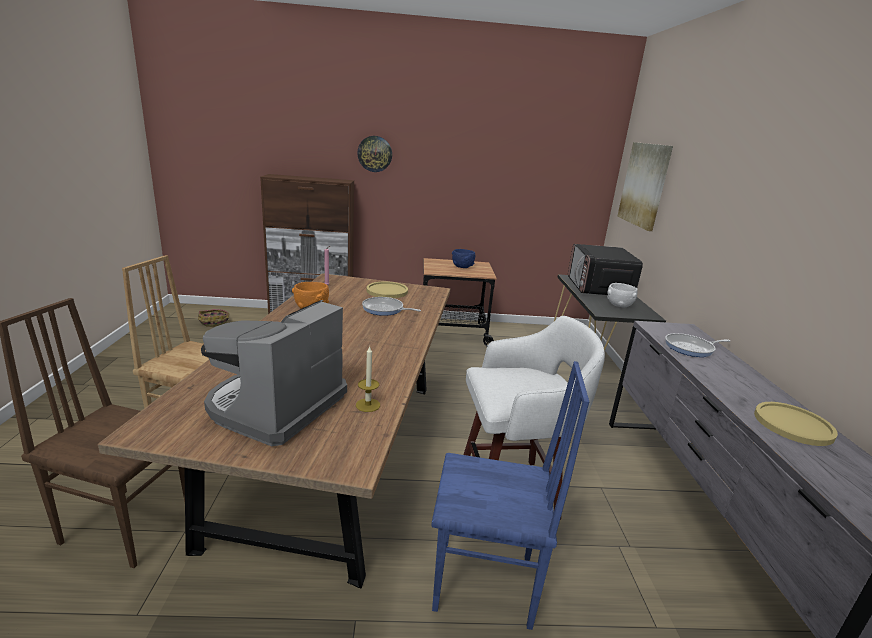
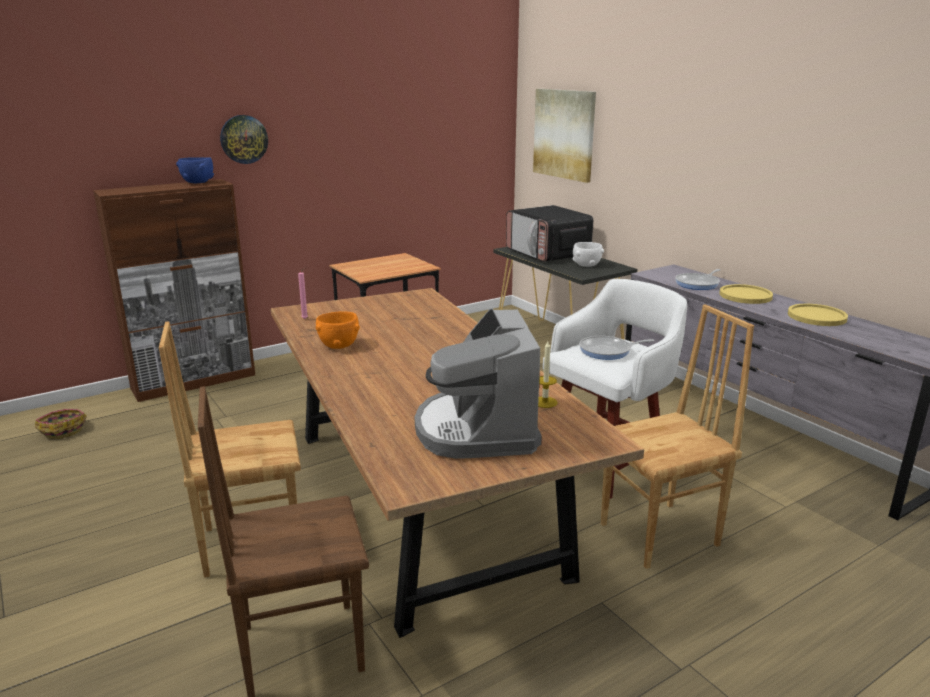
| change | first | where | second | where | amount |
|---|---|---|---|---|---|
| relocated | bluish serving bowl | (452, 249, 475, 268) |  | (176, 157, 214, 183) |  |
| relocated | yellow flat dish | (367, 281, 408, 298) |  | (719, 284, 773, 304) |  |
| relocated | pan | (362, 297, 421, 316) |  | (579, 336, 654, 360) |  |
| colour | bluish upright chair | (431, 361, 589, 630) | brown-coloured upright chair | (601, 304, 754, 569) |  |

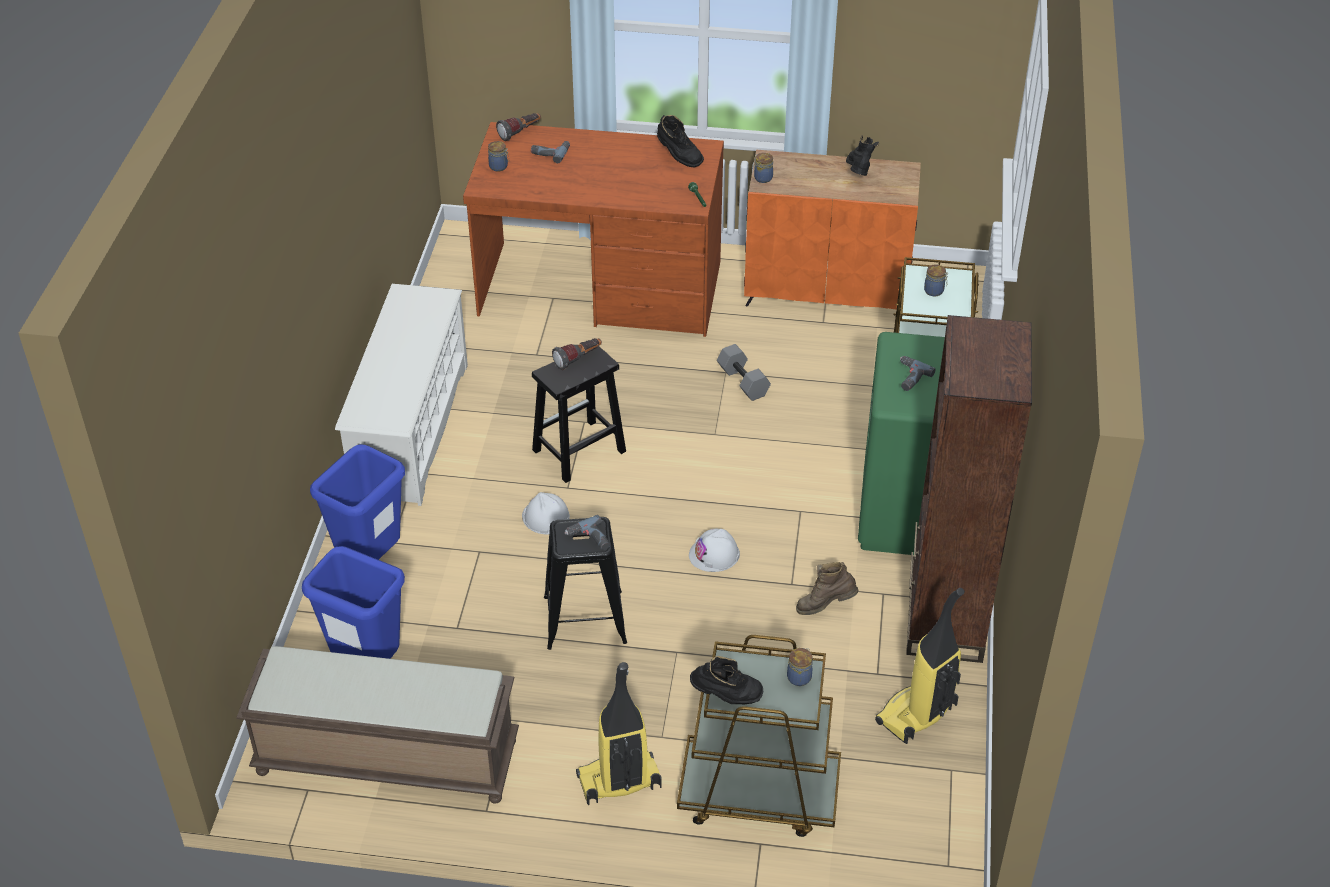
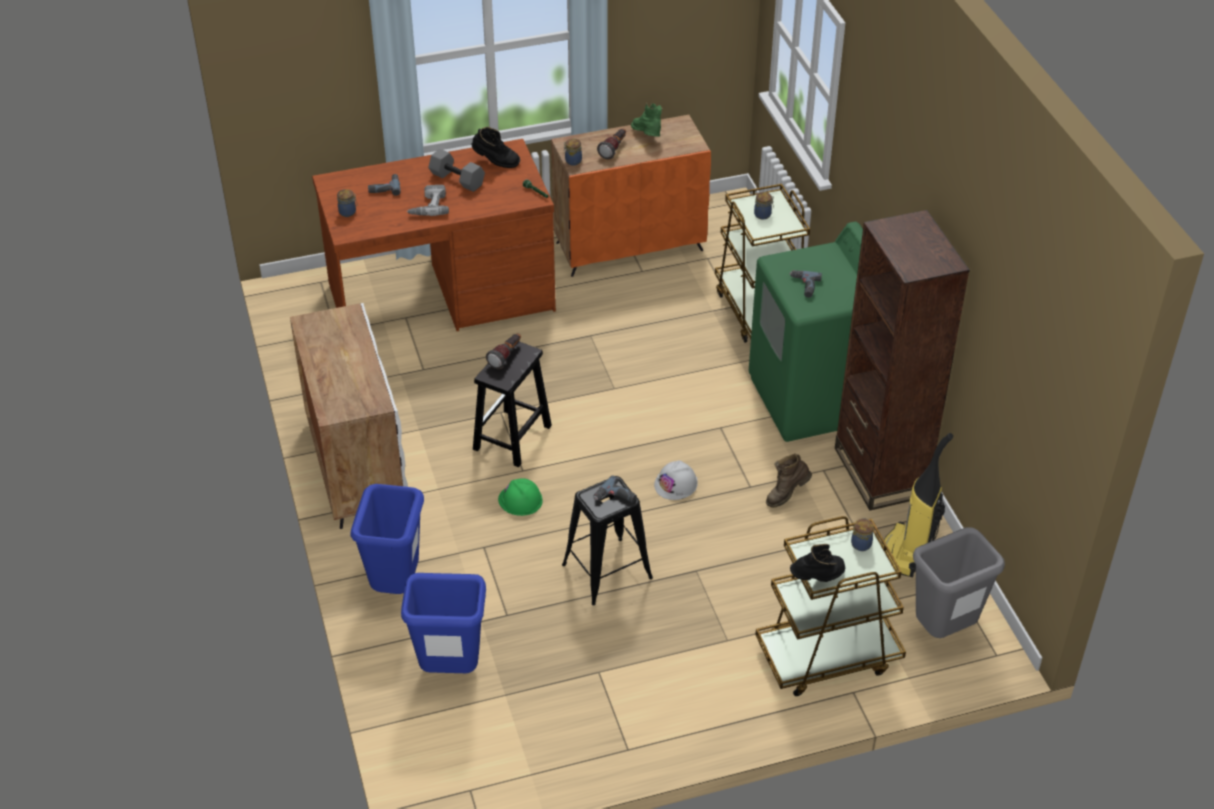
| change | first | where | second | where | amount |
|---|---|---|---|---|---|
| relocated | flashlight | (496, 113, 541, 141) |  | (597, 129, 626, 159) |  |
| colour | blackish tall boot | (846, 135, 879, 176) | greenish tall boot | (631, 103, 663, 137) |  |
| exchanged | white-coloured shoe rack | (335, 284, 468, 506) | white-coloured storage cabinet | (290, 303, 408, 529) |  |
| relocated | grey free weight | (717, 344, 771, 401) |  | (428, 149, 485, 192) |  |
| colour | white-coloured safety helmet | (522, 492, 570, 534) | greenish safety helmet | (498, 478, 543, 516) |  |
| missing | brown-coloured bench | (236, 646, 519, 804) |  |  |  |
| missing | vacuum | (576, 662, 661, 805) |  |  |  |
| appeared |  |  | drill | (407, 185, 449, 216) |  |
| appeared |  |  | grey rubbish bin | (913, 527, 1005, 638) |  |

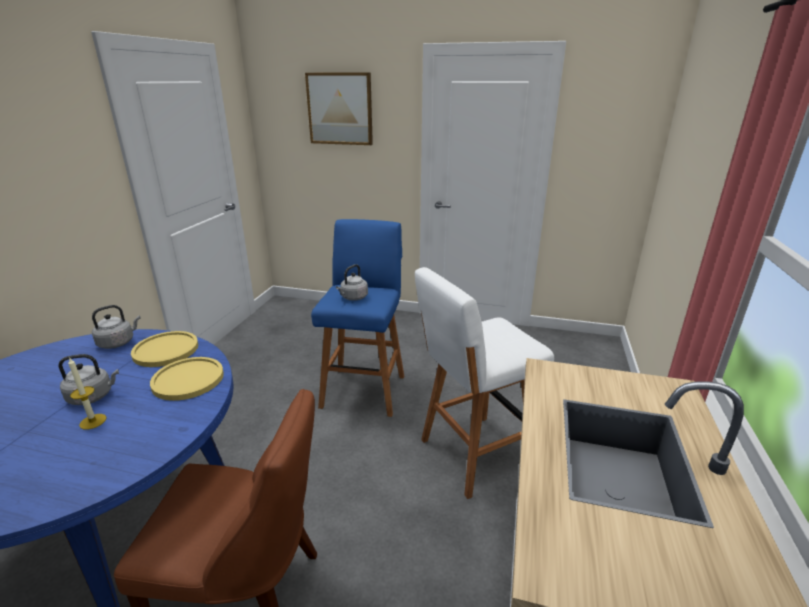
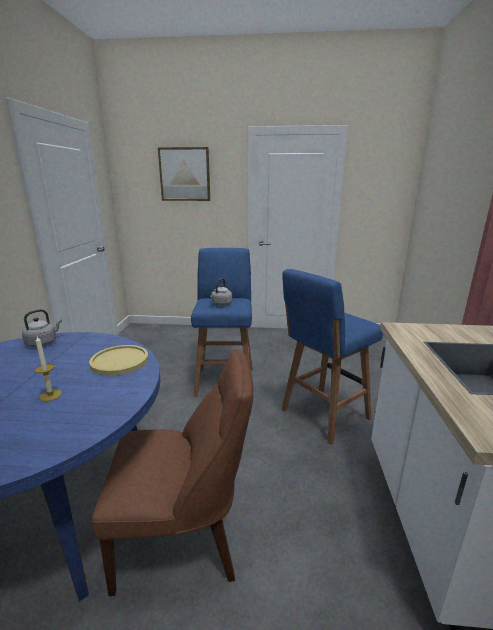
| change | first | where | second | where | amount |
|---|---|---|---|---|---|
| colour | white-coloured sitting stool | (415, 267, 554, 499) | bluish sitting stool | (281, 269, 383, 445) |  |
| missing | yellow flat dish | (131, 331, 198, 367) |  |  |  |
| missing | grey kettle | (58, 354, 119, 405) |  |  |  |

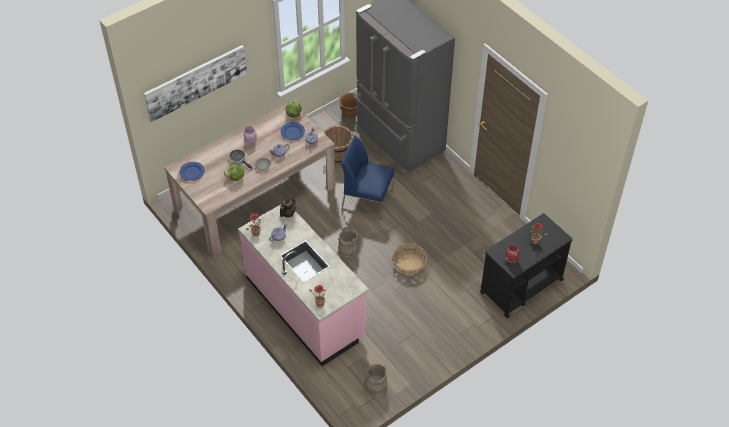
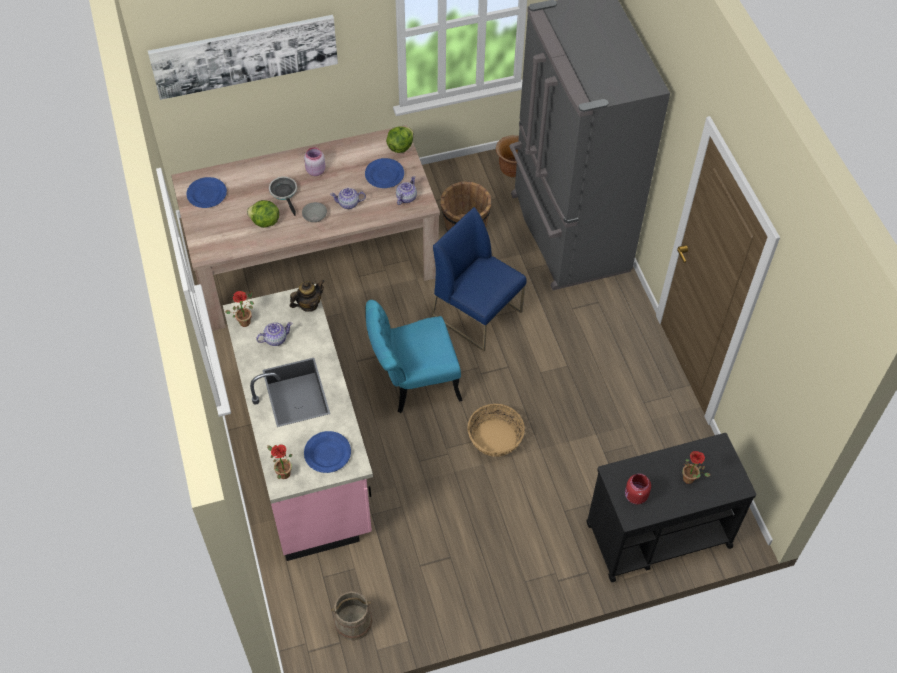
| change | first | where | second | where | amount |
|---|---|---|---|---|---|
| exchanged | beige bucket | (338, 227, 359, 258) | turquoise-coloured upright chair | (365, 300, 463, 413) |  |
| appeared |  |  | bluish flat dish | (304, 431, 351, 473) |  |

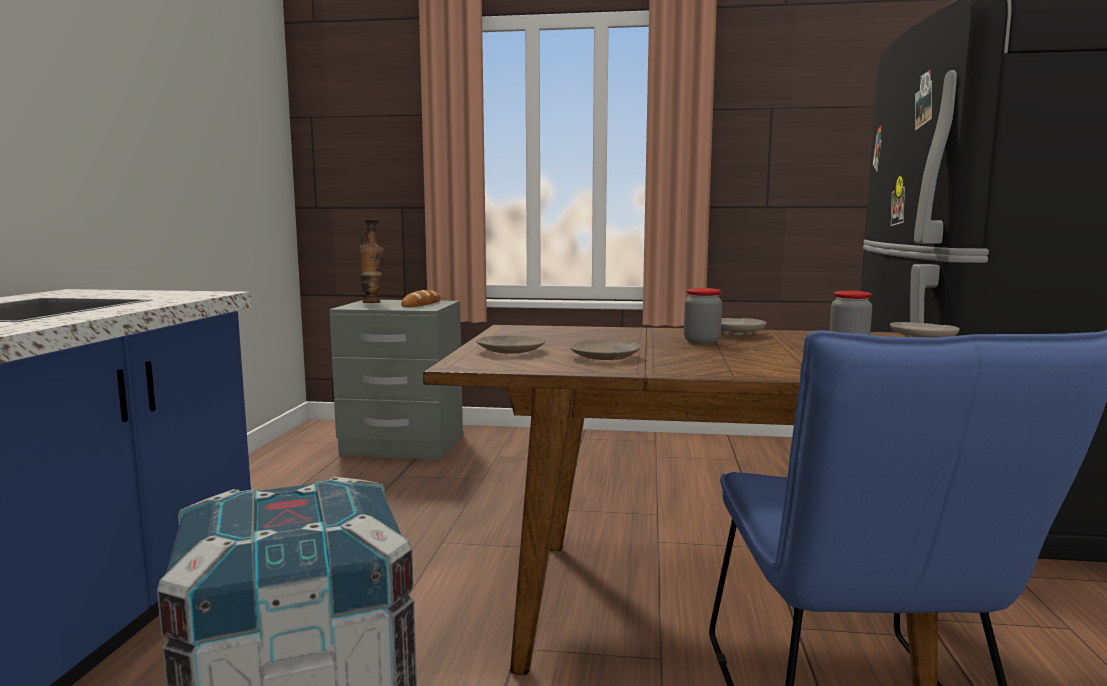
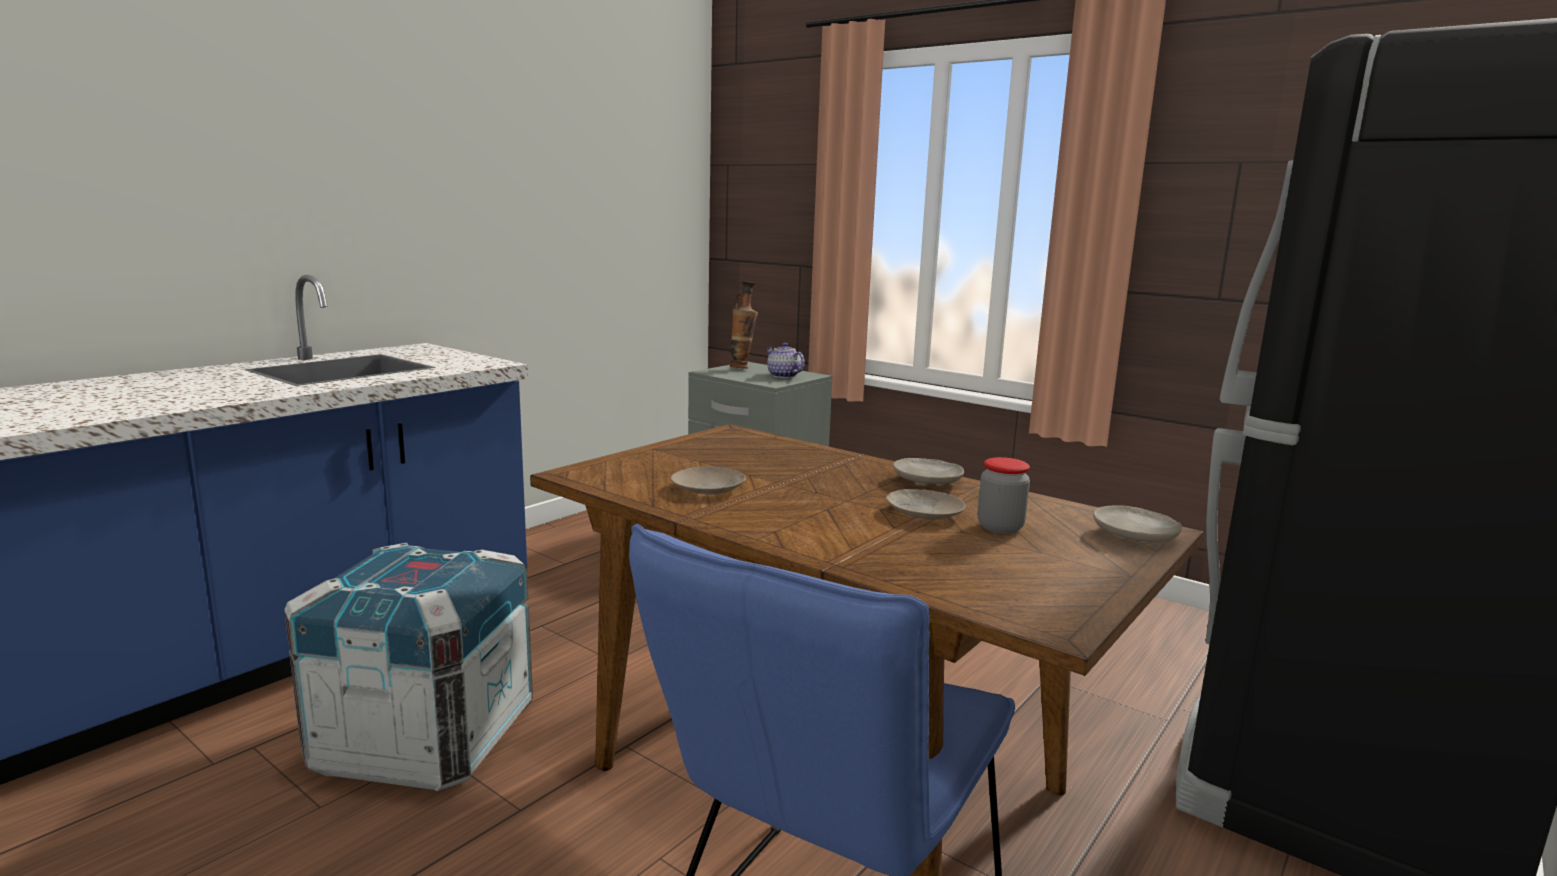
| change | first | where | second | where | amount |
|---|---|---|---|---|---|
| missing | preserve jar | (684, 288, 722, 344) |  |  |  |
| exchanged | baked bread | (401, 290, 441, 307) | teapot | (766, 343, 805, 378) |  |
| relocated | beige flat dish | (476, 336, 545, 354) |  | (886, 489, 966, 519) |  |

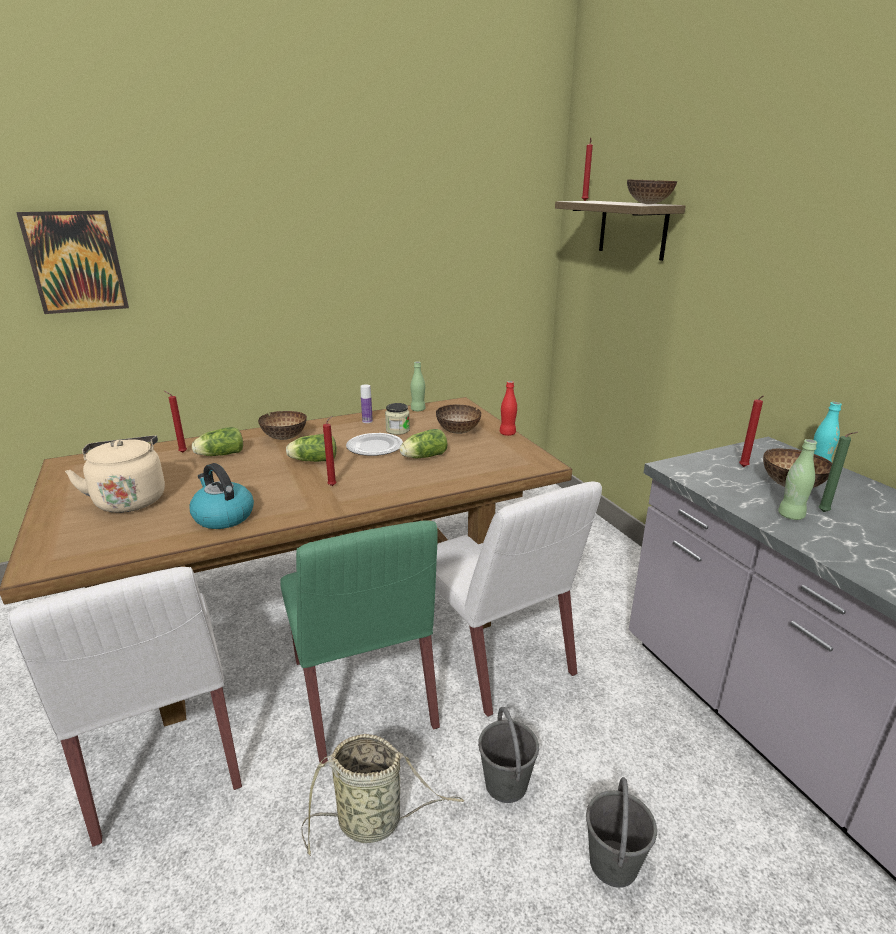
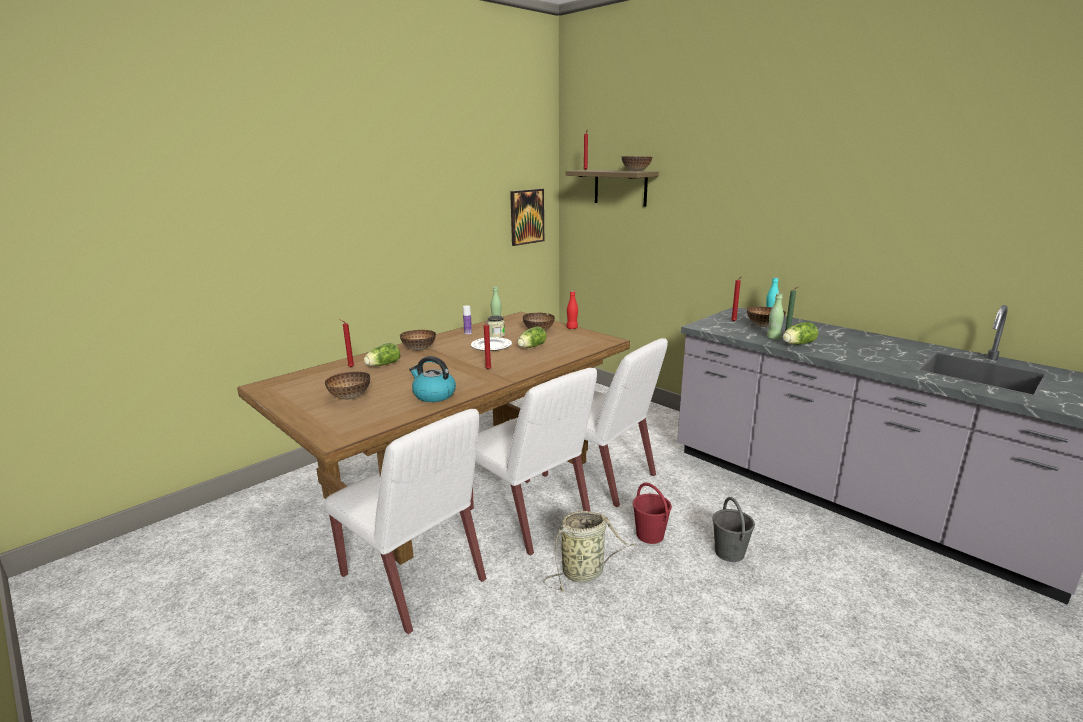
| change | first | where | second | where | amount |
|---|---|---|---|---|---|
| relocated | wall picture | (16, 211, 129, 314) |  | (510, 189, 544, 246) |  |
| relocated | head of lettuce | (286, 434, 337, 462) |  | (783, 322, 818, 345) |  |
| exchanged | beige kettle | (65, 435, 165, 513) | serving bowl | (325, 372, 370, 399) |  |
| colour | greenish upright chair | (280, 520, 440, 764) | white-coloured upright chair | (470, 368, 597, 555) |  |
| colour | grey bucket | (478, 707, 539, 803) | reddish bucket | (633, 483, 672, 544) |  |

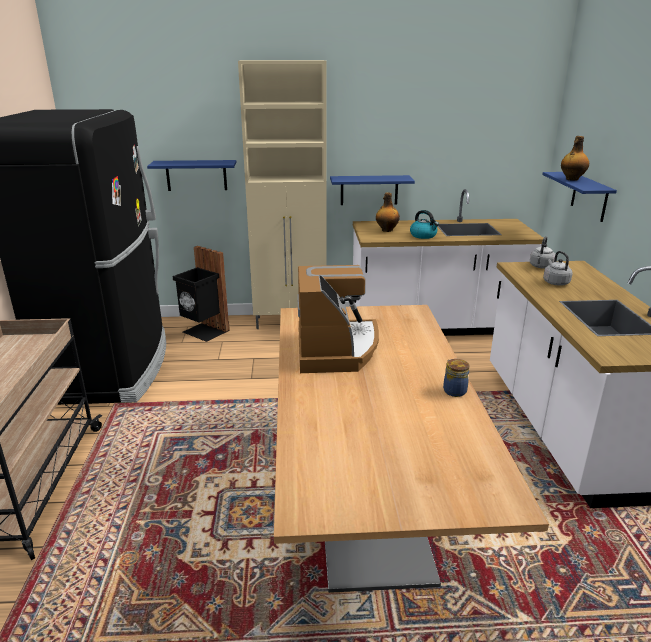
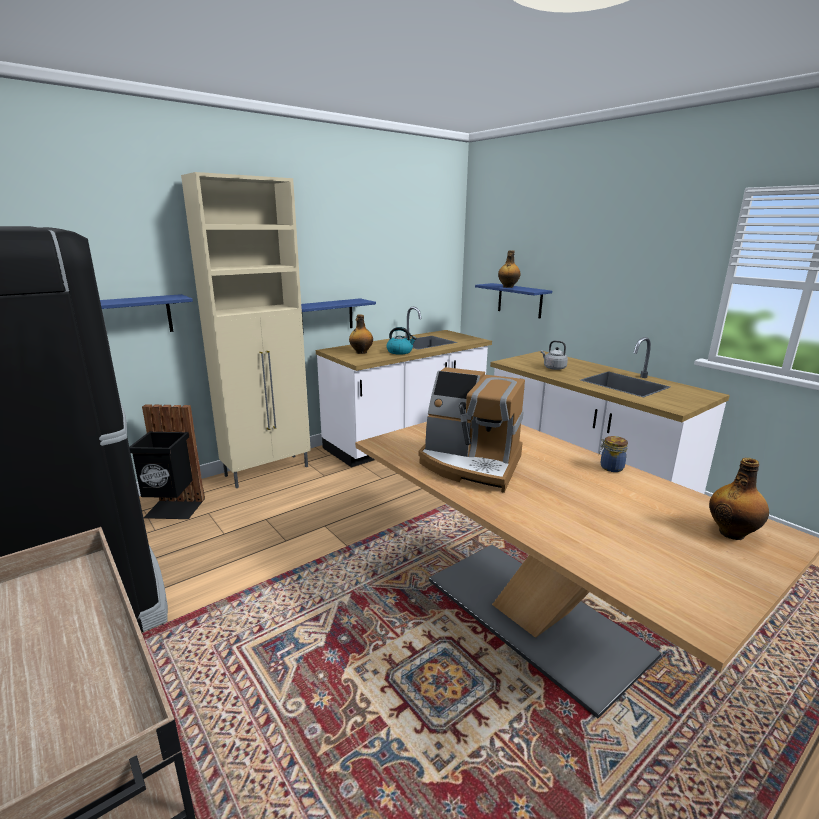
| change | first | where | second | where | amount |
|---|---|---|---|---|---|
| missing | grey kettle | (530, 236, 555, 268) |  |  |  |
| spun | coffee brewer | (297, 265, 379, 373) |  | (418, 367, 525, 493) | 150 degrees clockwise |
| appeared |  |  | beverage bottle | (709, 458, 769, 540) |  |

